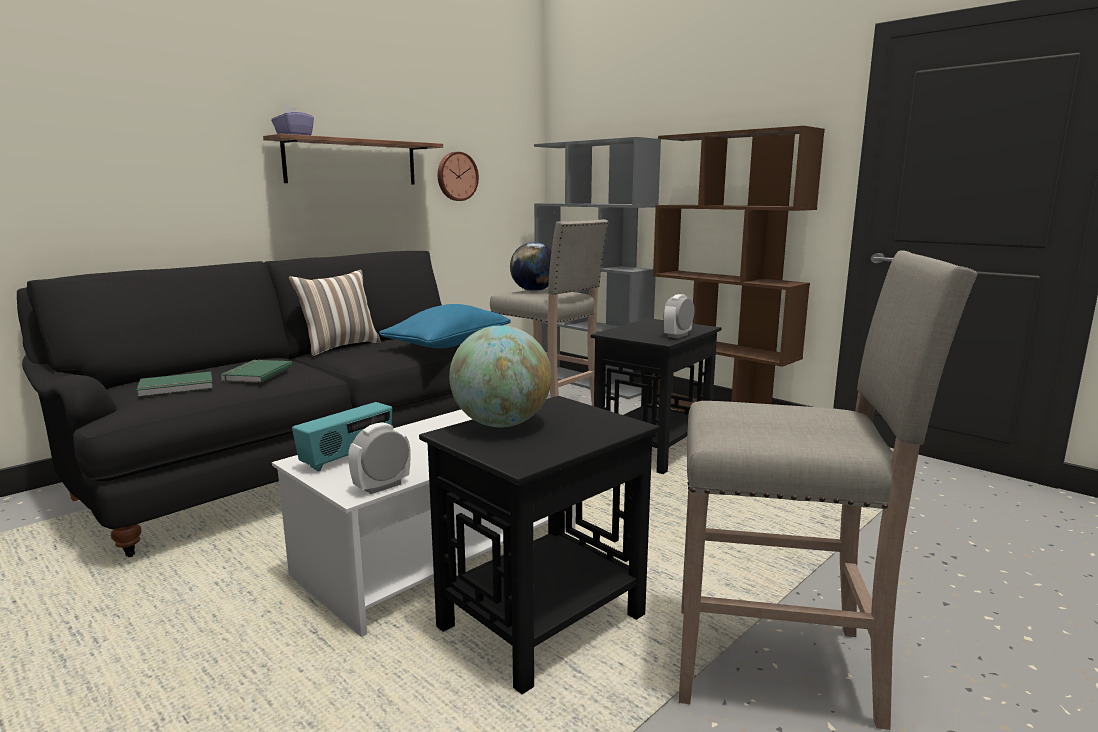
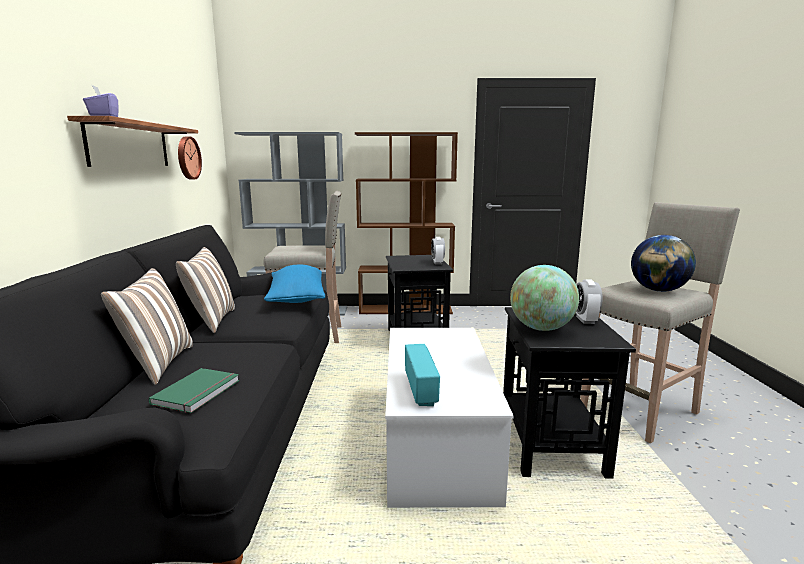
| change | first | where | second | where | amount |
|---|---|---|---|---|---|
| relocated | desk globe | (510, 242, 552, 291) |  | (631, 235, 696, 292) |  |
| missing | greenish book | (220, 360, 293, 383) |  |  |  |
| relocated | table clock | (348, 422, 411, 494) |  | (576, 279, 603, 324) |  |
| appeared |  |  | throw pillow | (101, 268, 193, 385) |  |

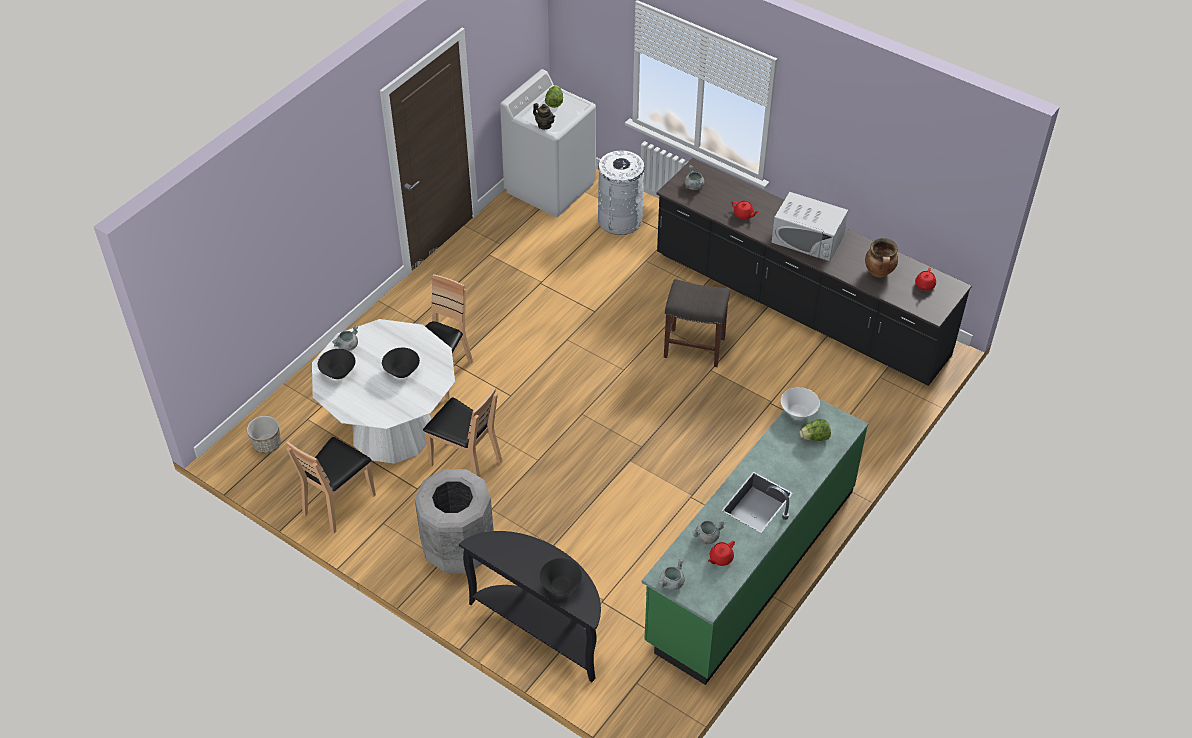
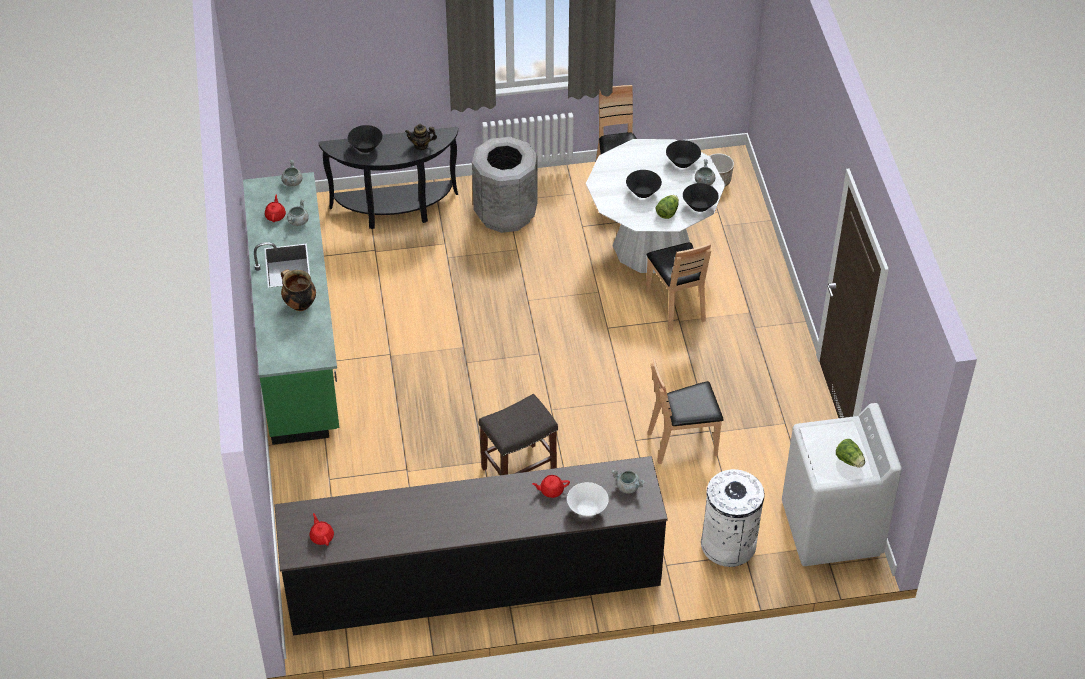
| change | first | where | second | where | amount |
|---|---|---|---|---|---|
| relocated | teapot | (533, 103, 555, 130) |  | (405, 124, 437, 151) |  |
| missing | white-coloured kitchen microwave | (772, 192, 848, 261) |  |  |  |
| relocated | stockpot | (865, 238, 898, 278) |  | (281, 269, 316, 311) |  |
| relocated | brown-coloured upright chair | (423, 387, 503, 478) |  | (647, 358, 724, 464) |  |
| relocated | white-coloured serving bowl | (781, 387, 820, 419) |  | (567, 482, 609, 517) |  |
| relocated | head of lettuce | (799, 419, 831, 441) |  | (655, 195, 679, 219) |  |
| appeared |  |  | blackish serving bowl | (683, 183, 719, 212) |  |

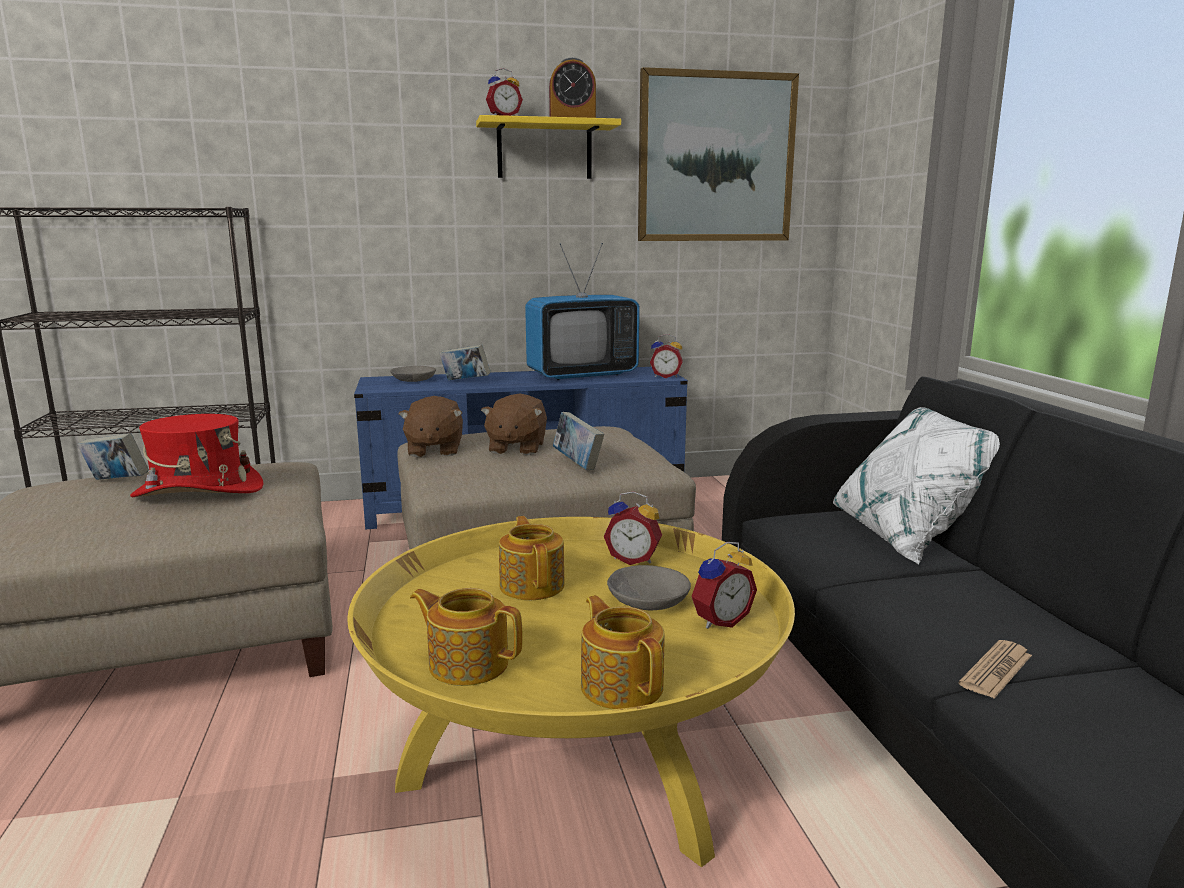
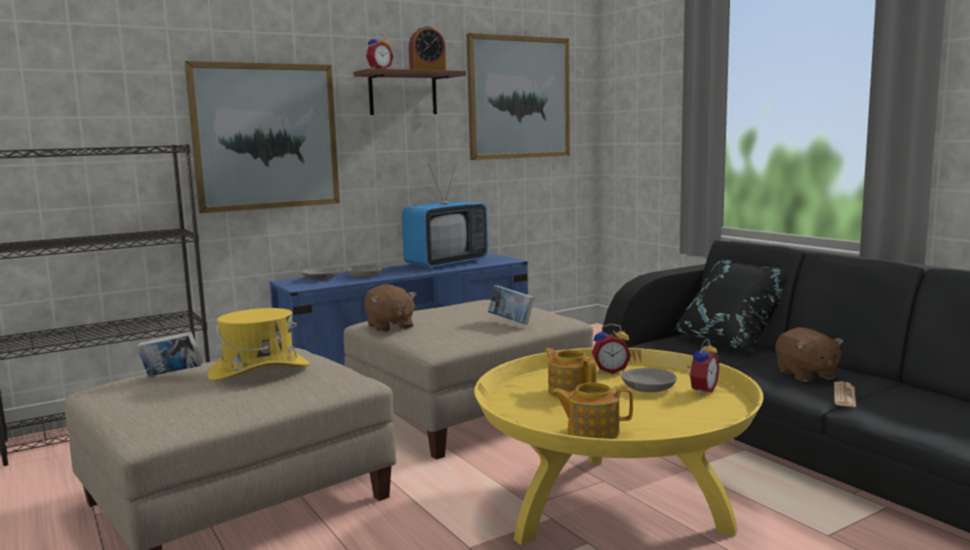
| change | first | where | second | where | amount |
|---|---|---|---|---|---|
| colour | yellow wall shelf | (476, 115, 621, 179) | brown-coloured wall shelf | (353, 68, 466, 115) |  |
| missing | table clock | (650, 334, 683, 378) |  |  |  |
| exchanged | book | (439, 344, 490, 381) | grey serving bowl | (346, 265, 383, 278) |  |
| relocated | brown-coloured cuddly toy | (481, 394, 547, 455) |  | (775, 327, 843, 382) |  |
| colour | white-coloured throw pillow | (833, 407, 1000, 565) | blackish throw pillow | (672, 260, 788, 355) |  |
| colour | reddish clothing hat | (130, 414, 264, 497) | yellow clothing hat | (208, 308, 310, 381) |  |
| missing | teapot | (581, 595, 664, 709) |  |  |  |
| appeared |  |  | wall picture | (185, 61, 340, 213) |  |

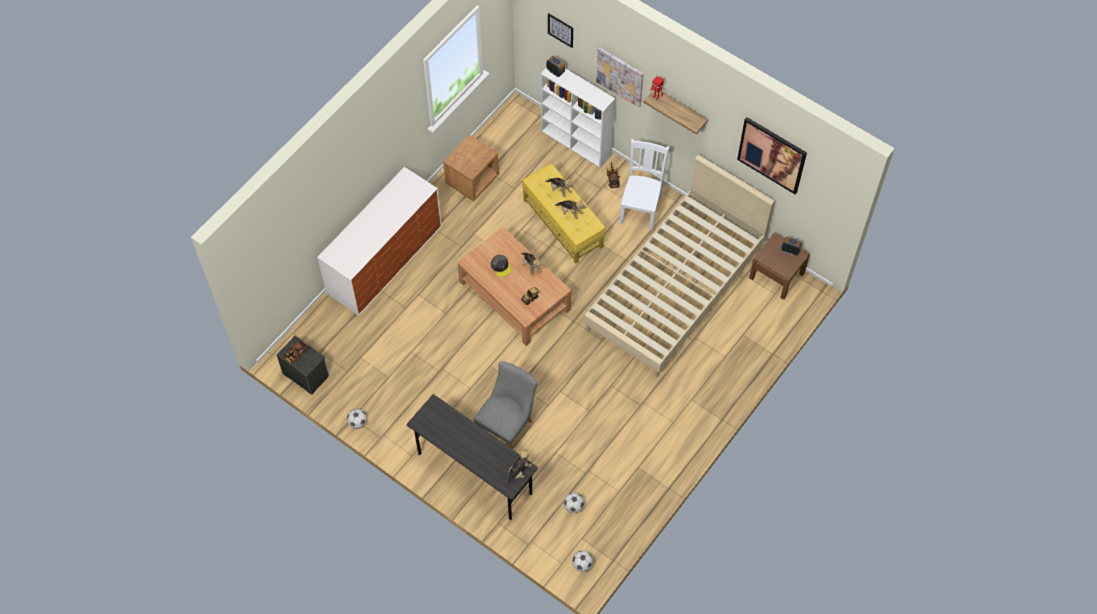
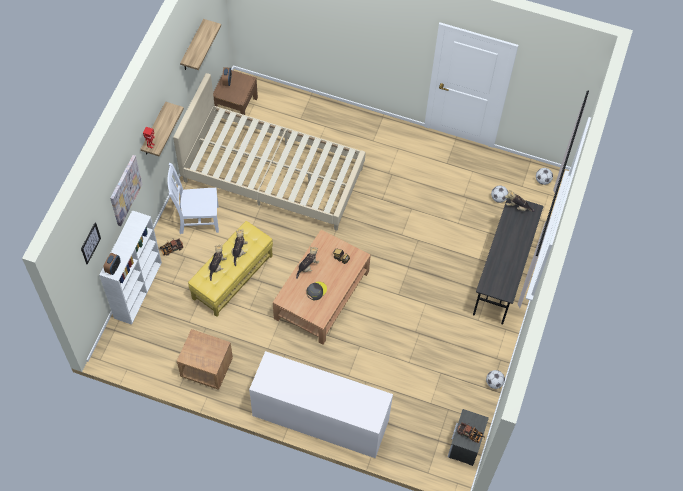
| change | first | where | second | where | amount |
|---|---|---|---|---|---|
| exchanged | wall picture | (737, 117, 807, 194) | wall shelf | (180, 19, 221, 70) |  |
| missing | grey upright chair | (474, 361, 537, 449) |  |  |  |

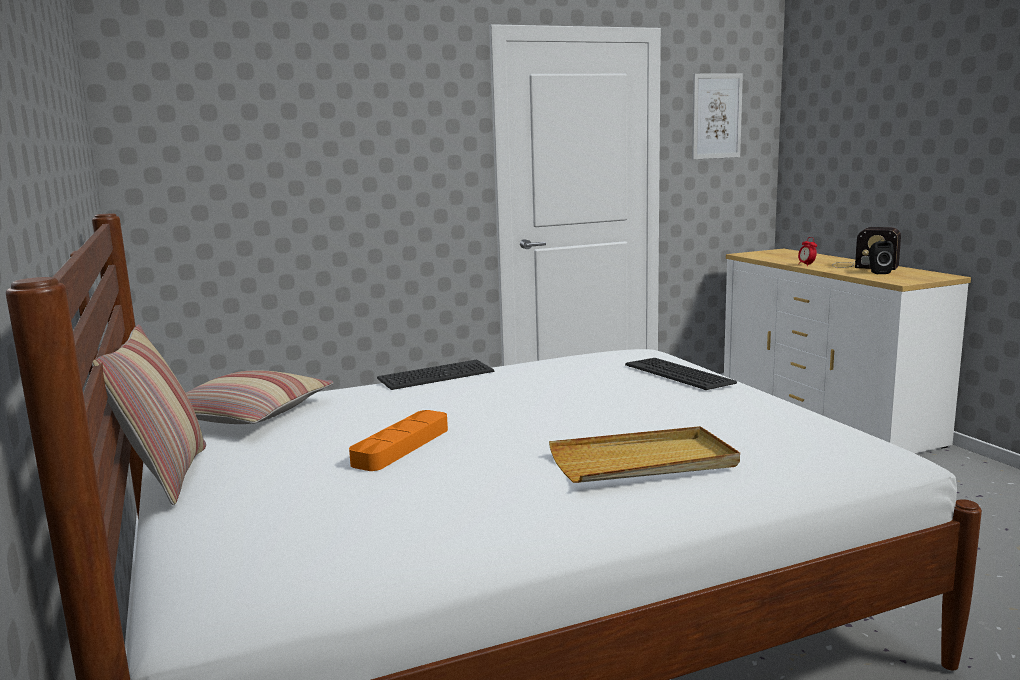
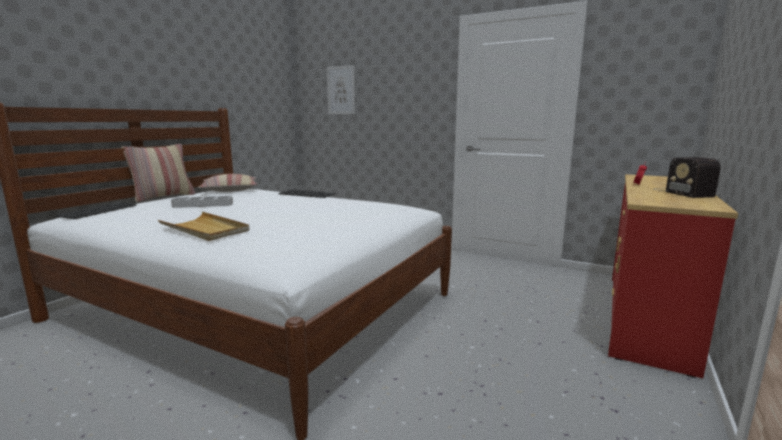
| change | first | where | second | where | amount |
|---|---|---|---|---|---|
| relocated | wall picture | (692, 74, 743, 160) |  | (327, 65, 355, 114) |  |
| missing | blackish loudspeaker | (869, 241, 894, 274) |  |  |  |
| colour | white-coloured chest of drawers | (724, 249, 971, 453) | reddish chest of drawers | (608, 174, 738, 378) |  |
| relocated | keyboard | (625, 358, 737, 390) |  | (56, 202, 136, 219) |  |
| colour | orange carrying tray | (349, 410, 448, 471) | grey carrying tray | (171, 196, 233, 208) |  |

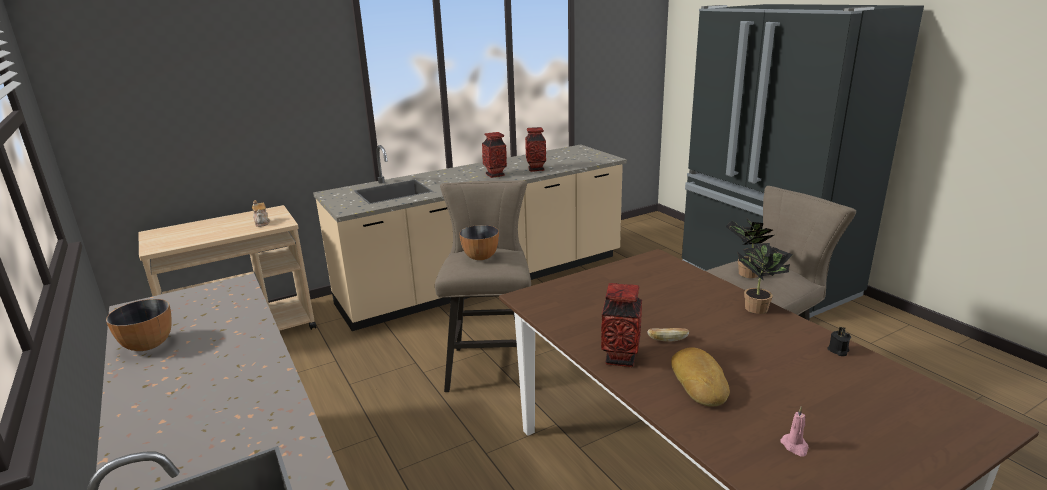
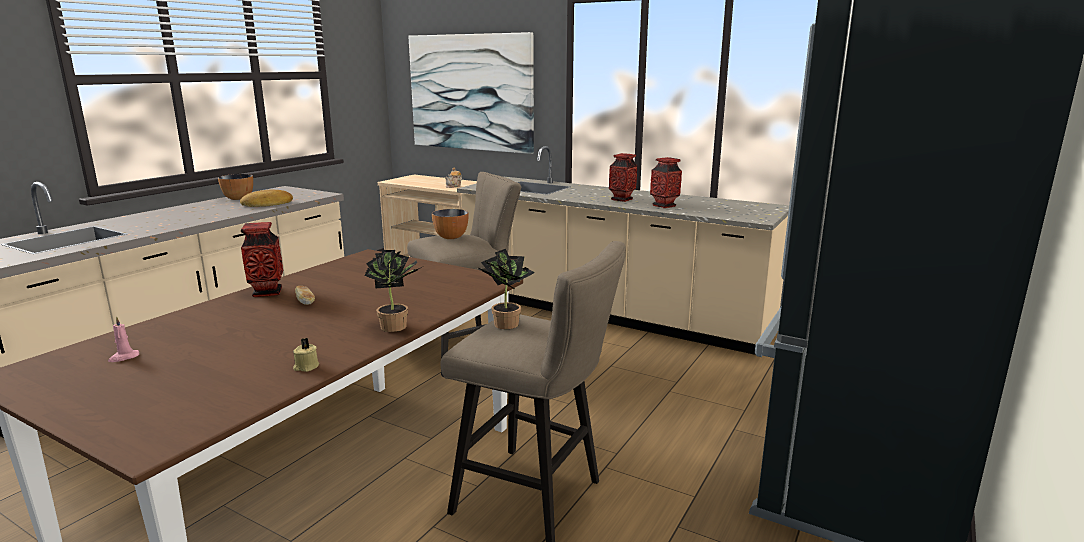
| change | first | where | second | where | amount |
|---|---|---|---|---|---|
| colour | blackish candle | (827, 327, 851, 356) | beige candle | (293, 338, 319, 372) |  |
| relocated | baked bread | (671, 347, 730, 406) |  | (240, 190, 293, 207) |  |
| appeared |  |  | wall picture | (408, 32, 534, 154) |  |

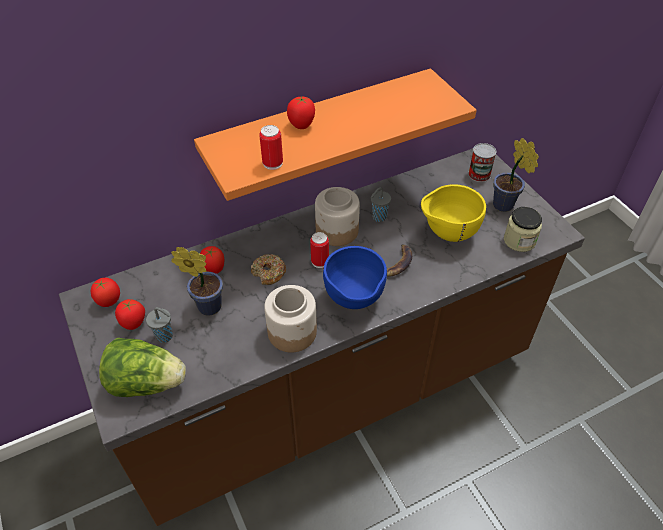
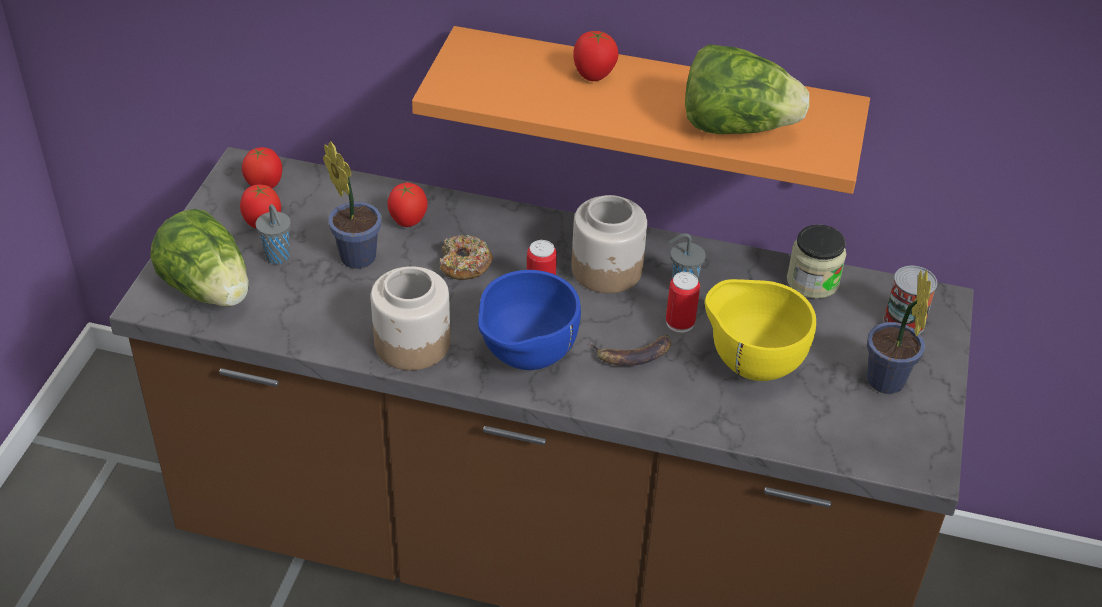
| change | first | where | second | where | amount |
|---|---|---|---|---|---|
| relocated | sealed can | (259, 125, 283, 170) |  | (666, 272, 700, 333) |  |
| relocated | preserve jar | (504, 207, 542, 252) |  | (787, 225, 846, 299) |  |
| appeared |  |  | head of lettuce | (685, 44, 810, 134) |  |

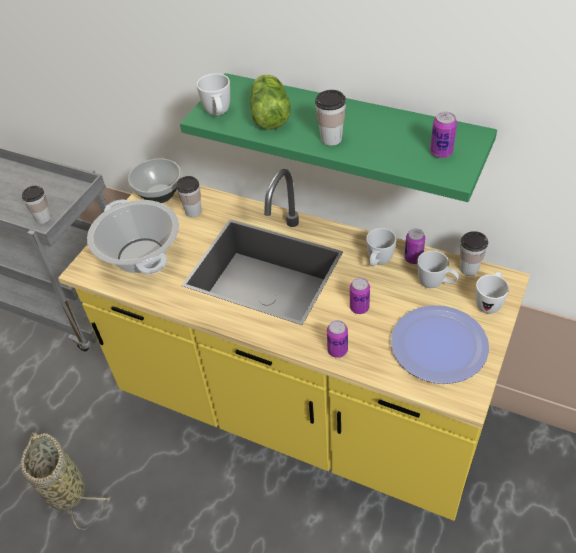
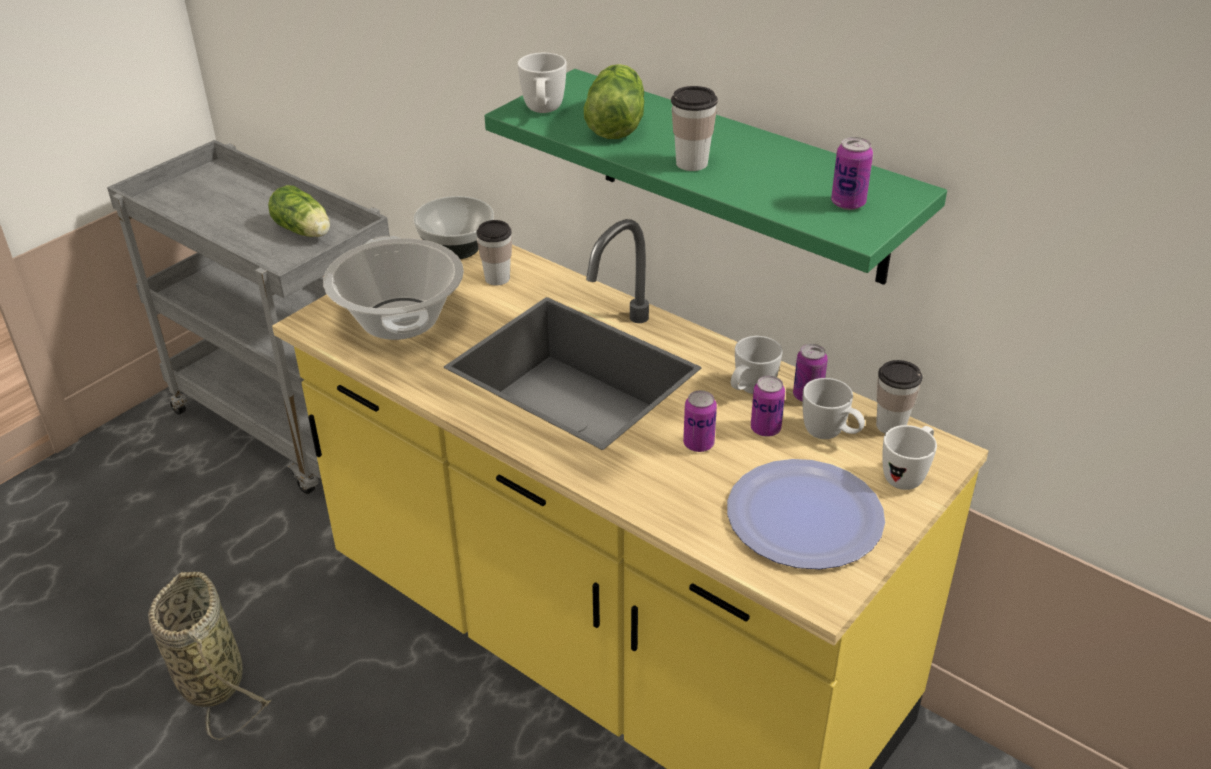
| change | first | where | second | where | amount |
|---|---|---|---|---|---|
| missing | cup | (22, 186, 51, 224) |  |  |  |
| relocated | sealed can | (327, 320, 348, 358) |  | (751, 376, 785, 437) |  |
| appeared |  |  | head of lettuce | (268, 185, 330, 237) |  |

